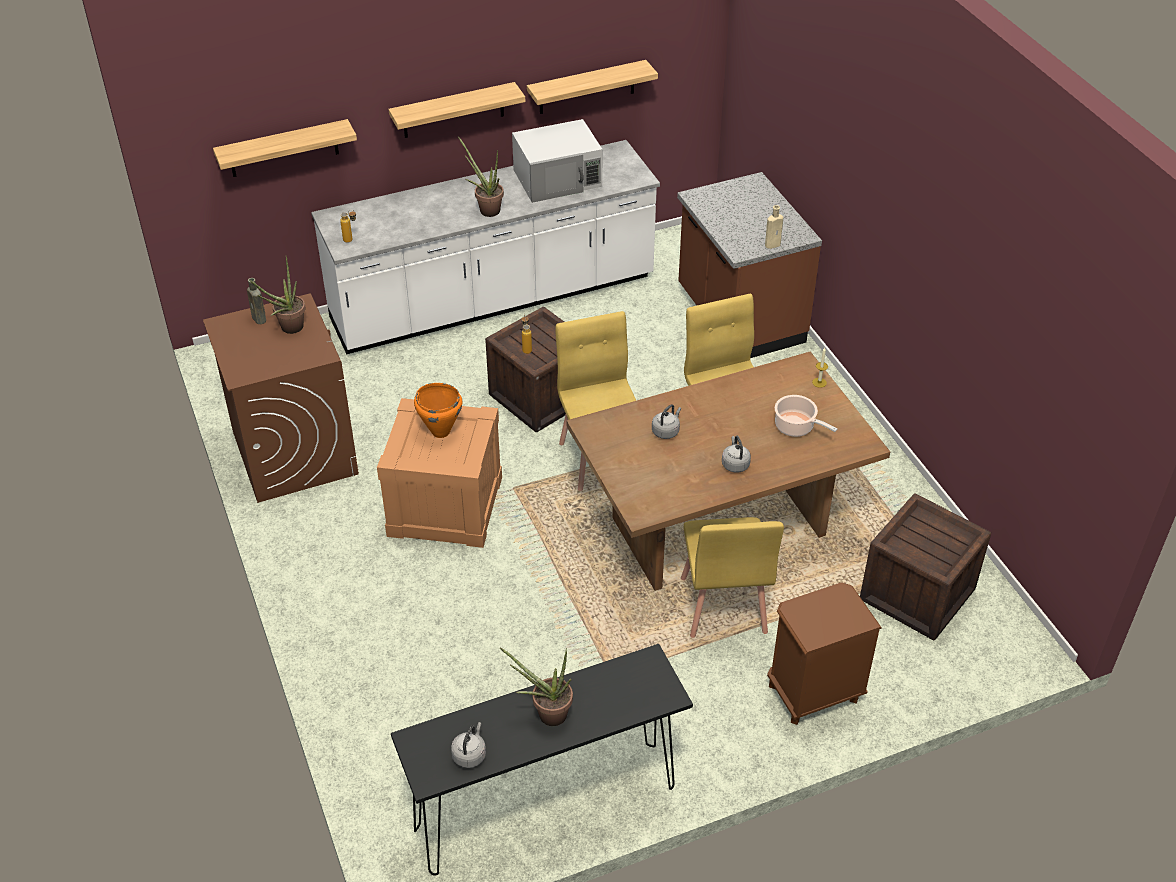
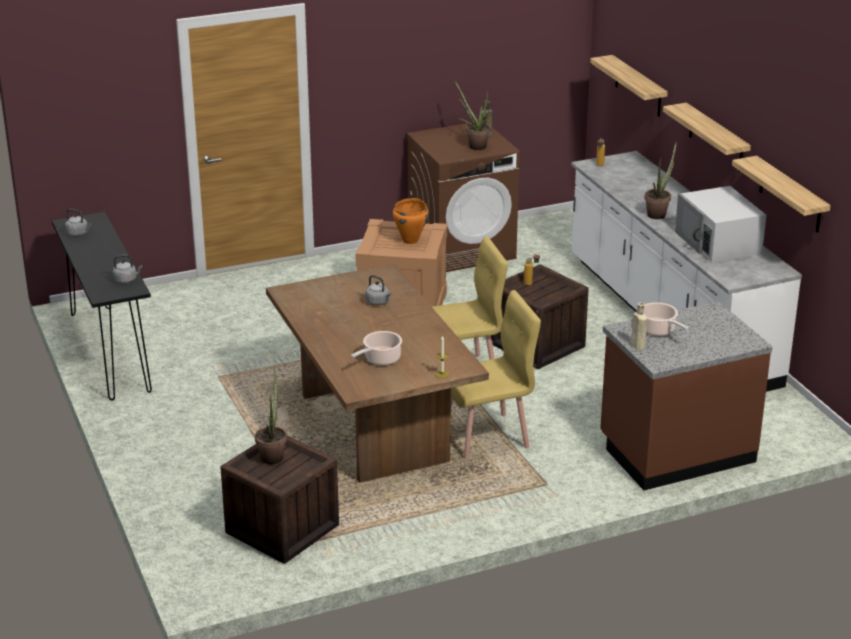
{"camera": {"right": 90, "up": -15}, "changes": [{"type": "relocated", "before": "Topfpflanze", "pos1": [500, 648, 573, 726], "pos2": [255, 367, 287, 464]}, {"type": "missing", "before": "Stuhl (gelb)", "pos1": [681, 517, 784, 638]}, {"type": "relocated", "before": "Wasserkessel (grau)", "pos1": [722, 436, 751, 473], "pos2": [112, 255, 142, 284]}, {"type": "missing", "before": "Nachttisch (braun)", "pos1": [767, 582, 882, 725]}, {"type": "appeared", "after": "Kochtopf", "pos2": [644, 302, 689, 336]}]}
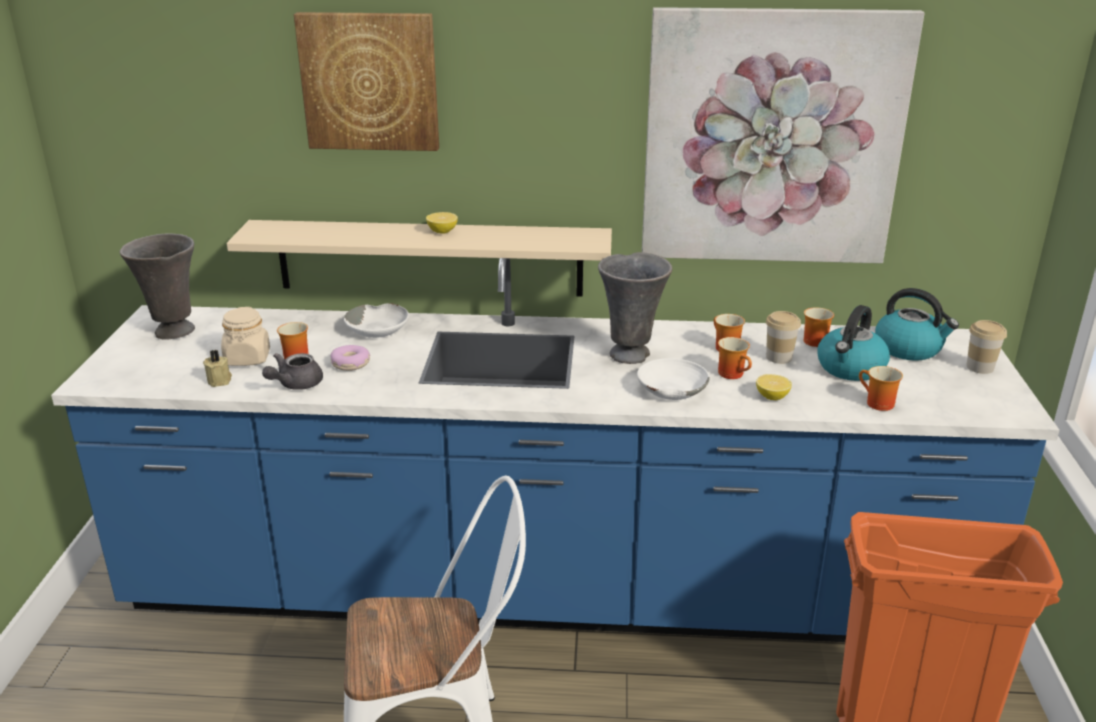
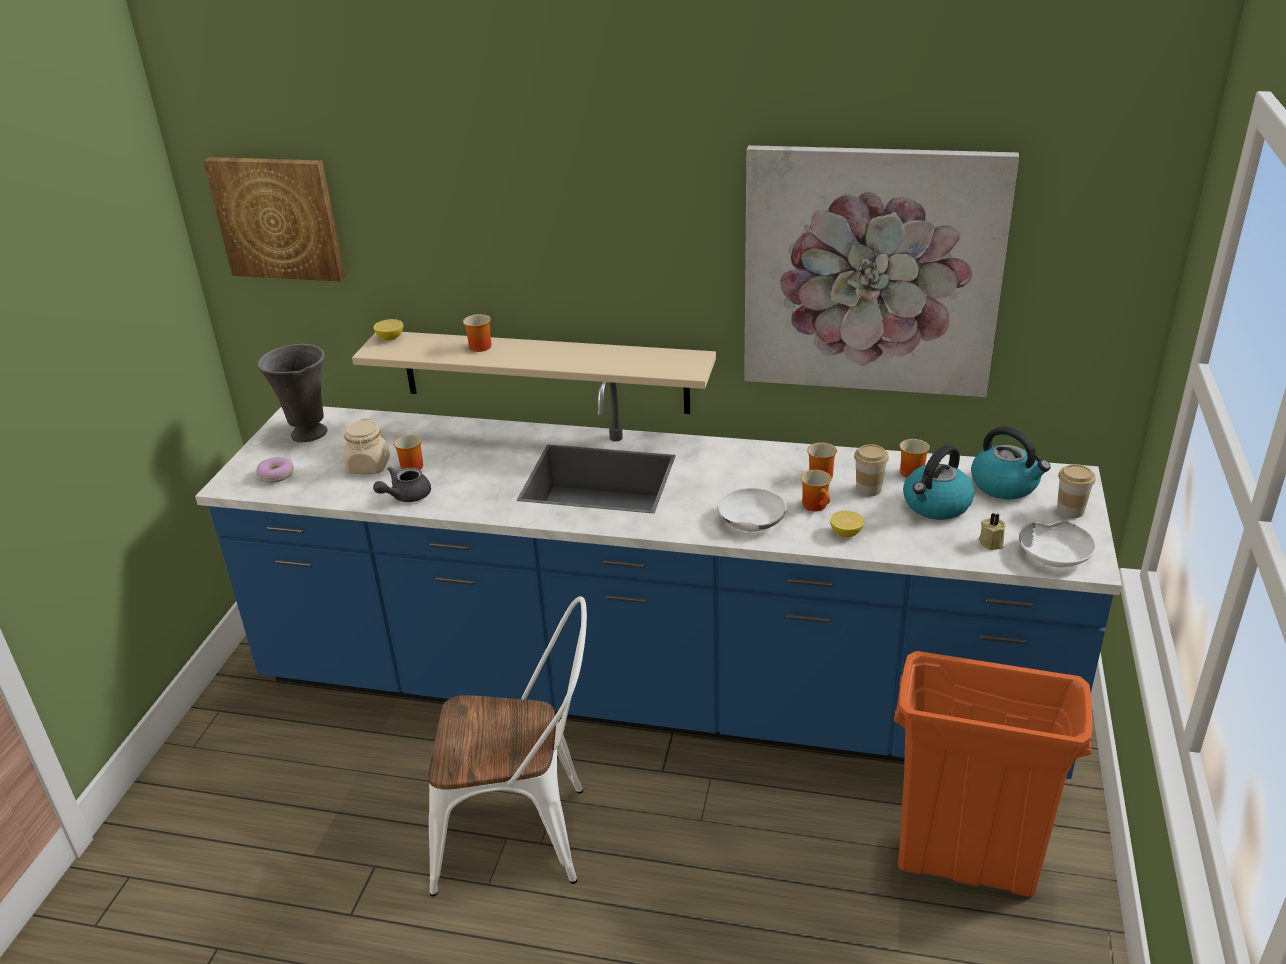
{"camera": {"right": 10, "up": 5}, "changes": [{"type": "relocated", "before": "Kerze (beige)", "pos1": [203, 350, 232, 387], "pos2": [979, 513, 1005, 550]}, {"type": "relocated", "before": "Bild", "pos1": [294, 12, 439, 151], "pos2": [203, 157, 345, 282]}, {"type": "relocated", "before": "Donut", "pos1": [331, 345, 371, 371], "pos2": [256, 457, 294, 483]}, {"type": "relocated", "before": "Schüssel (weiß)", "pos1": [344, 303, 409, 338], "pos2": [1019, 521, 1096, 567]}, {"type": "relocated", "before": "Zitrone", "pos1": [426, 212, 458, 234], "pos2": [373, 319, 403, 340]}, {"type": "missing", "before": "Vase (grau)", "pos1": [598, 252, 672, 364]}, {"type": "relocated", "before": "Henkelbecher", "pos1": [859, 366, 903, 411], "pos2": [463, 314, 492, 352]}]}
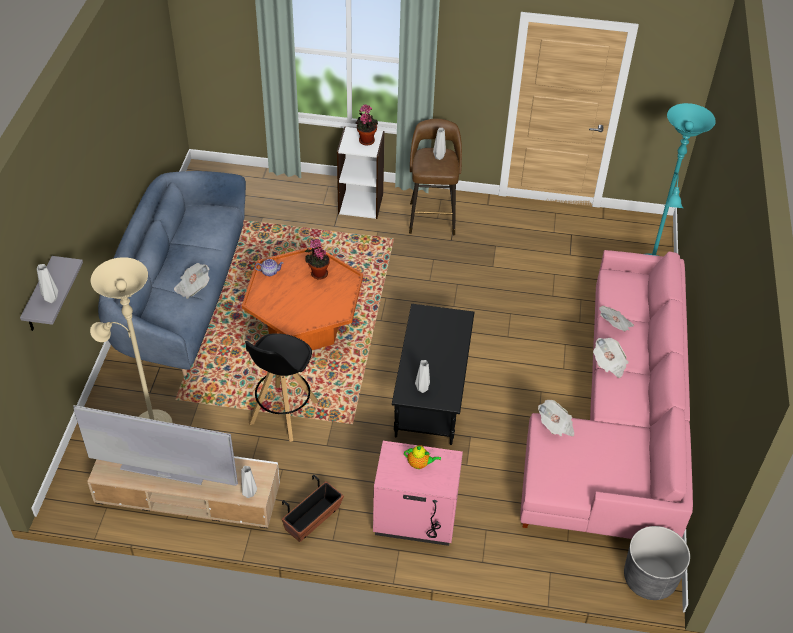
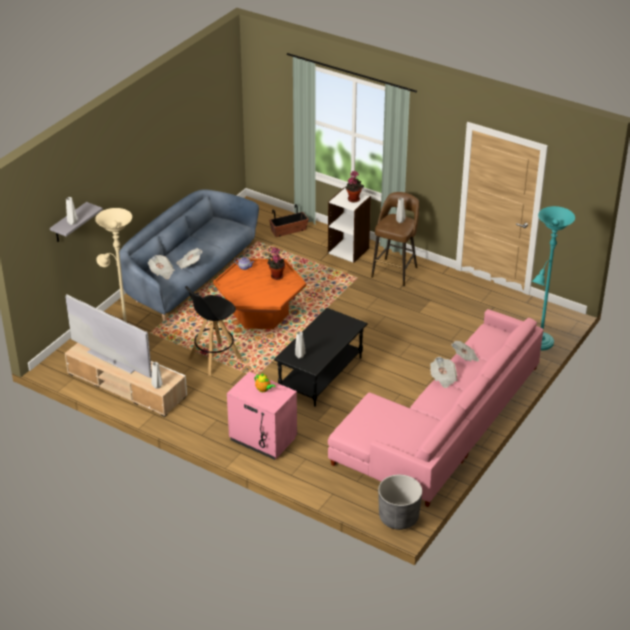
{"camera": {"right": 25, "up": -10}, "changes": [{"type": "relocated", "before": "Pflanzkübel", "pos1": [282, 475, 344, 542], "pos2": [269, 204, 309, 237]}, {"type": "relocated", "before": "Zeitung", "pos1": [538, 400, 574, 436], "pos2": [148, 255, 174, 279]}]}
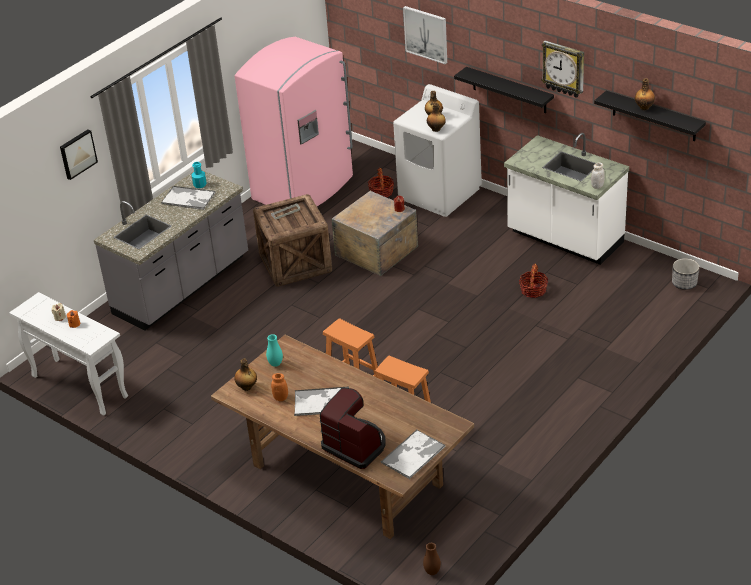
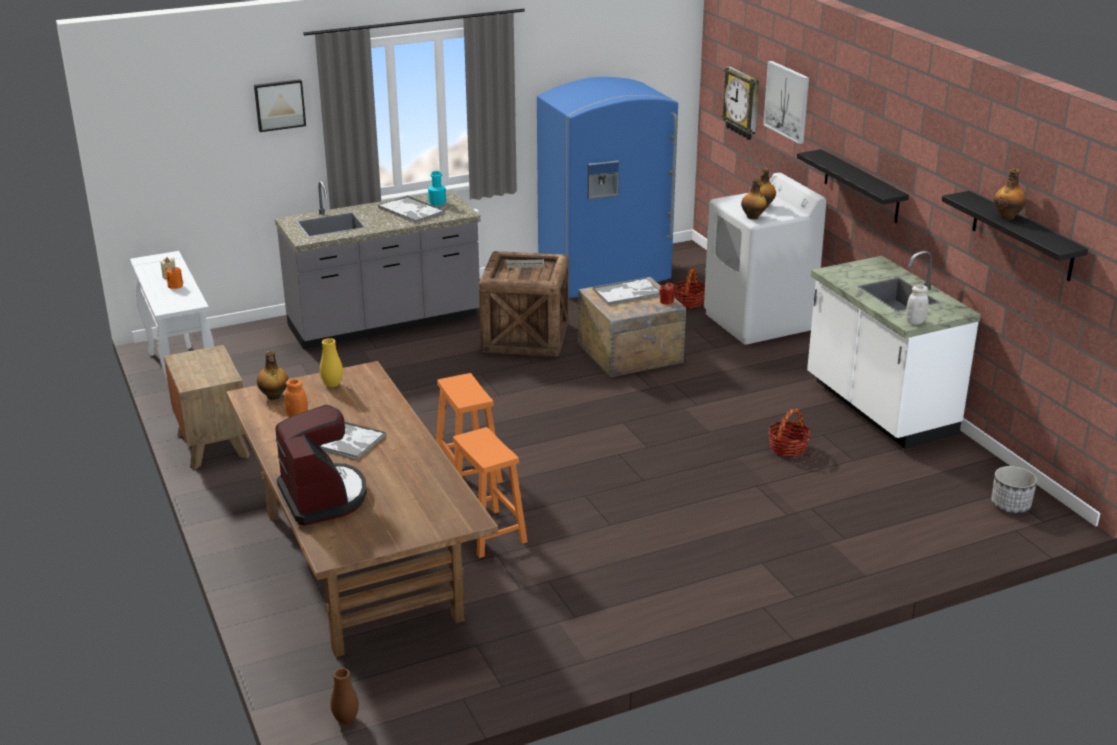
{"camera": {"right": 25, "up": -10}, "changes": [{"type": "colour", "before": "Kühlschrank (rosa)", "after": "Kühlschrank (blau)", "pos1": [235, 37, 353, 206], "pos2": [537, 77, 678, 298]}, {"type": "colour", "before": "Vase (türkis)", "after": "Vase (gelb)", "pos1": [266, 334, 283, 367], "pos2": [320, 338, 343, 387]}, {"type": "relocated", "before": "Tablett", "pos1": [381, 430, 445, 479], "pos2": [593, 278, 660, 305]}, {"type": "relocated", "before": "Wanduhr", "pos1": [541, 40, 584, 98], "pos2": [722, 66, 759, 140]}, {"type": "appeared", "after": "Nachttisch (braun)", "pos2": [164, 345, 250, 470]}]}
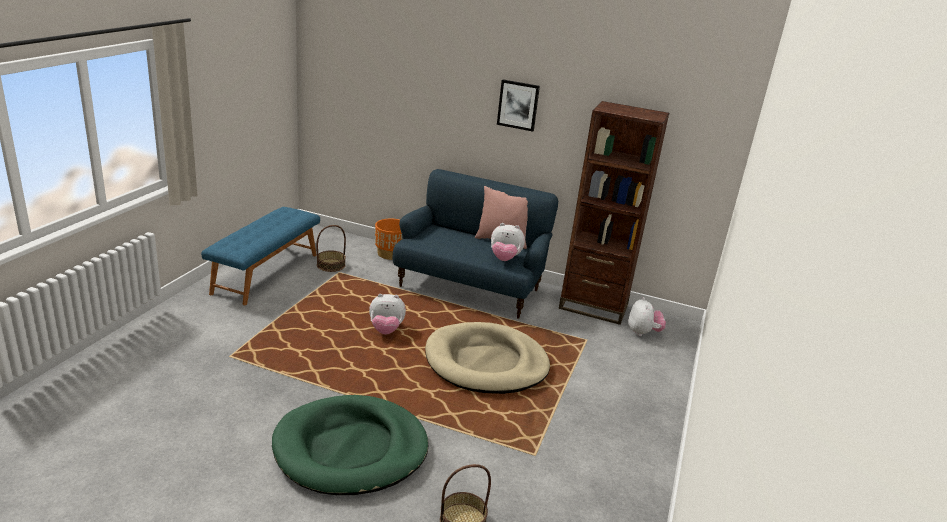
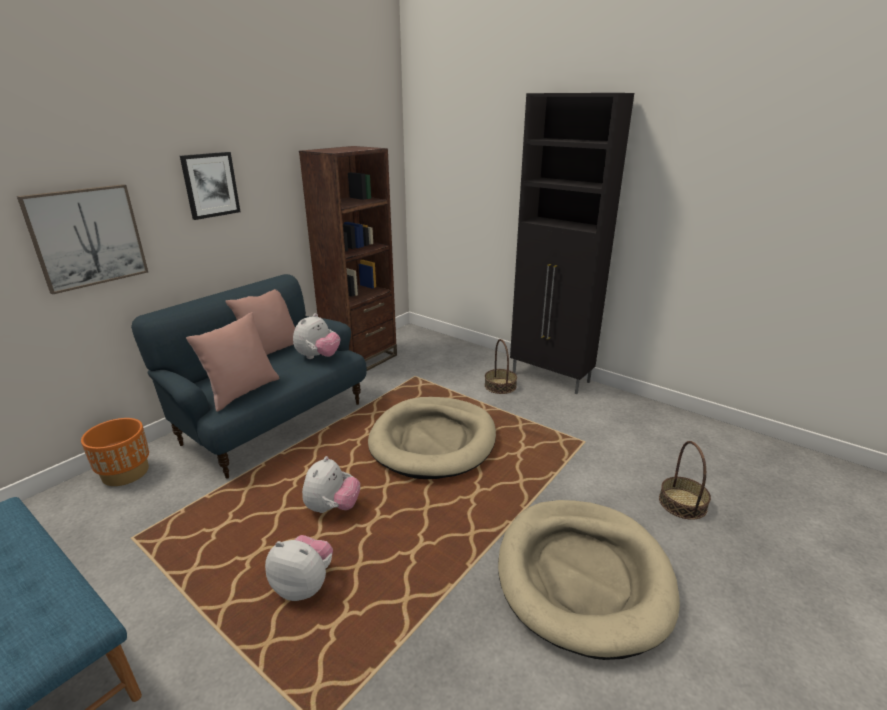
{"camera": {"right": -70, "up": 0}, "changes": [{"type": "colour", "before": "Hundebett (grün)", "after": "Hundebett (beige)", "pos1": [272, 395, 428, 495], "pos2": [498, 500, 680, 660]}, {"type": "relocated", "before": "Korb", "pos1": [316, 225, 346, 272], "pos2": [484, 339, 517, 394]}, {"type": "relocated", "before": "Plüschtier", "pos1": [628, 297, 666, 336], "pos2": [265, 535, 333, 601]}, {"type": "appeared", "after": "Bild", "pos2": [17, 184, 148, 294]}, {"type": "appeared", "after": "Kissen (rosa)", "pos2": [186, 312, 280, 412]}, {"type": "appeared", "after": "Schrank (schwarz)", "pos2": [510, 93, 634, 394]}]}
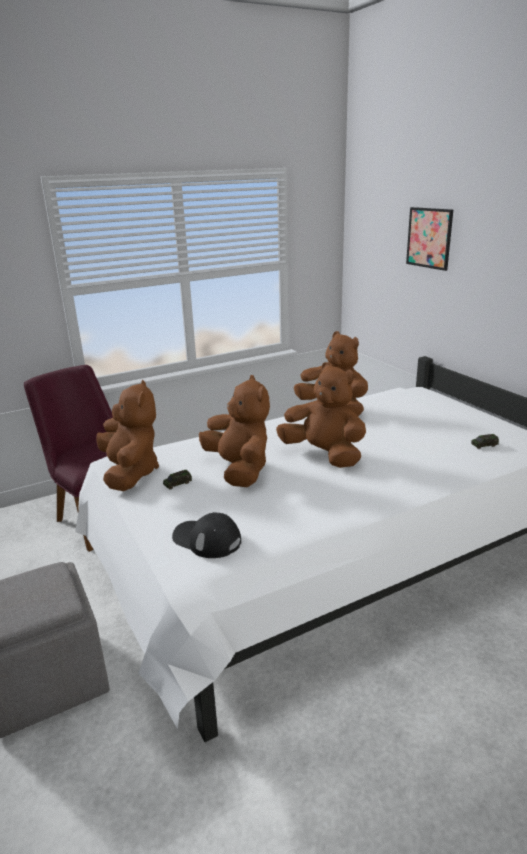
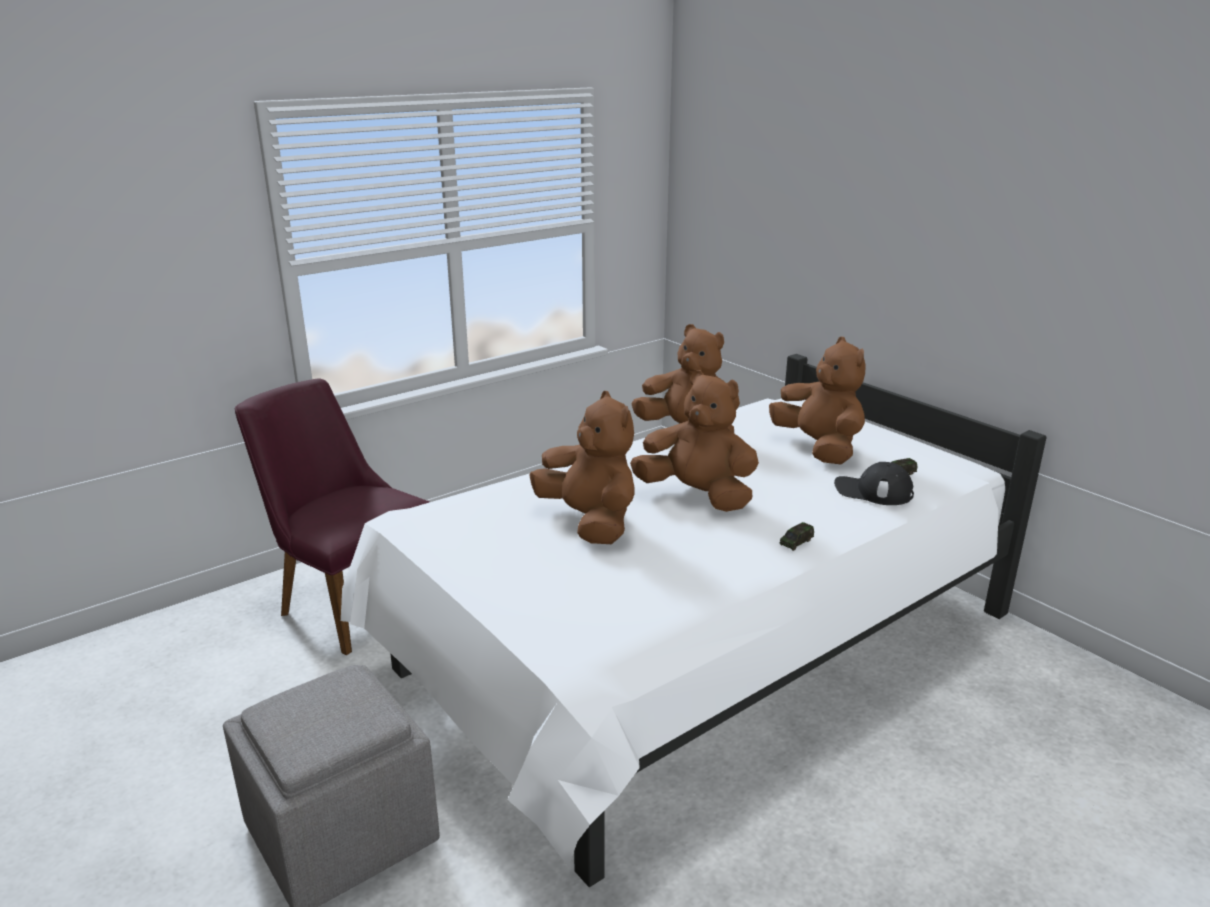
{"camera": {"right": -10, "up": 0}, "changes": [{"type": "relocated", "before": "Plüschtier (braun)", "pos1": [96, 379, 159, 491], "pos2": [769, 337, 866, 464]}, {"type": "relocated", "before": "Spielzeugauto", "pos1": [163, 470, 192, 490], "pos2": [779, 522, 814, 551]}, {"type": "relocated", "before": "Kappe (schwarz)", "pos1": [172, 512, 241, 558], "pos2": [834, 462, 914, 505]}, {"type": "missing", "before": "Bild", "pos1": [406, 207, 453, 271]}]}
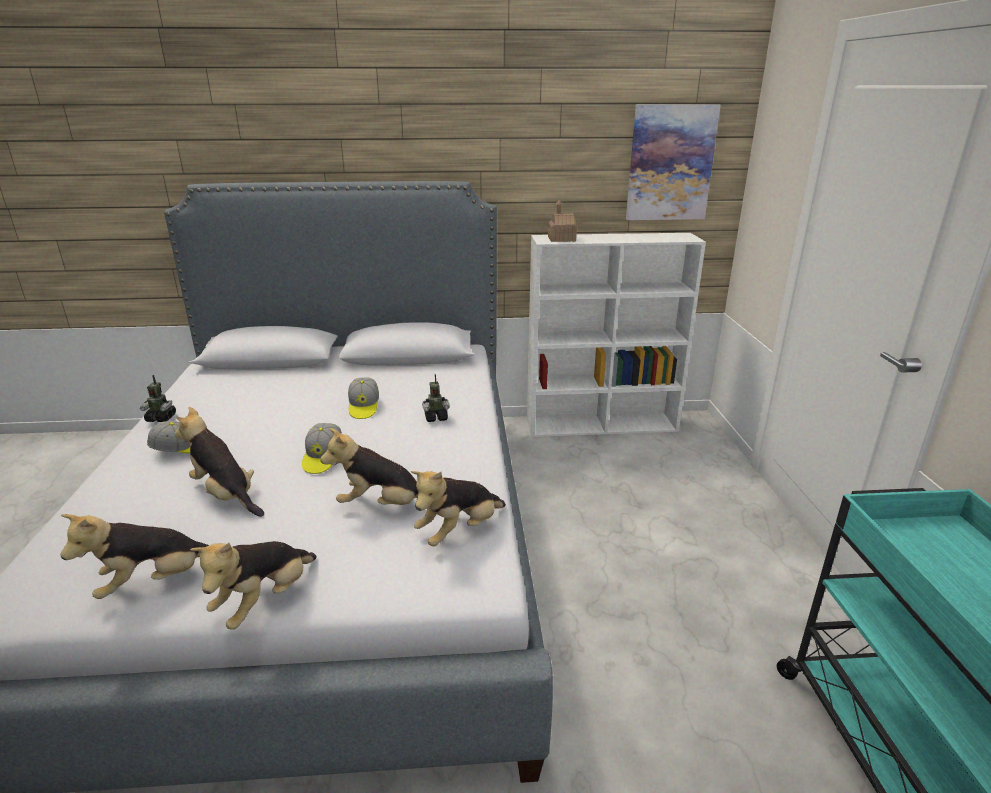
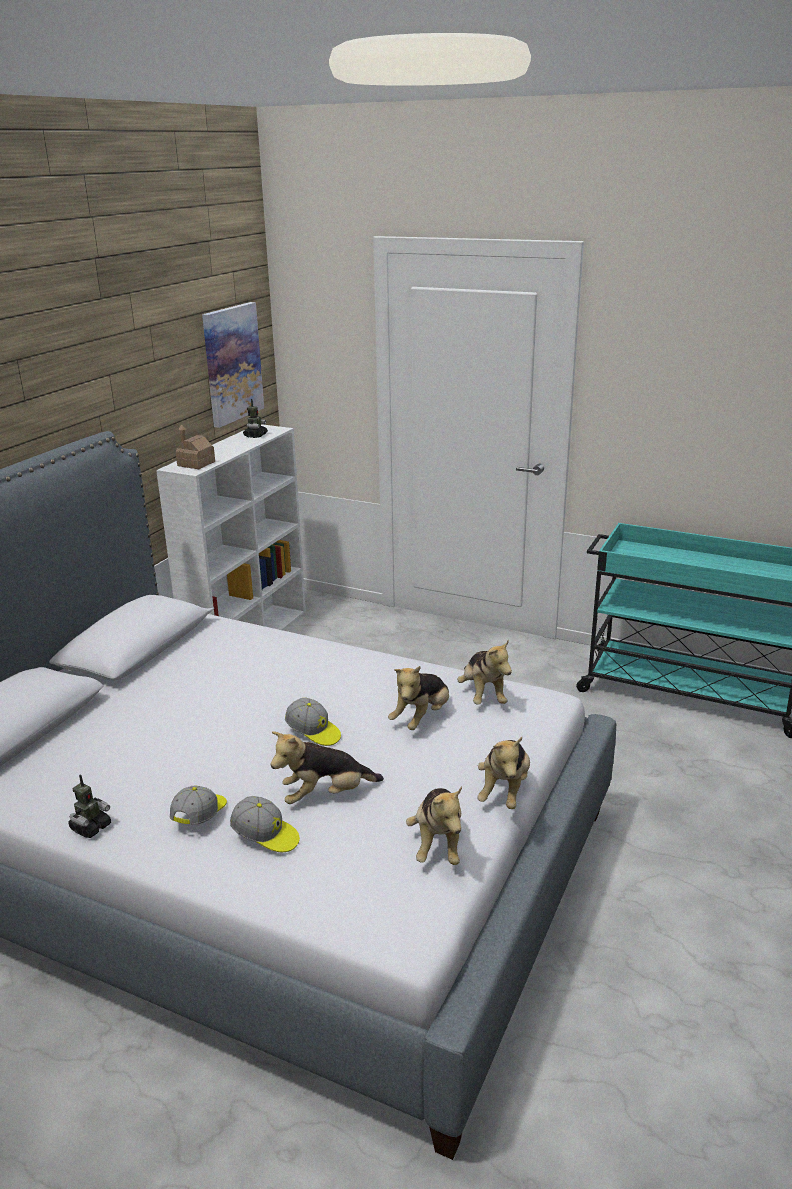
{"camera": {"right": -60, "up": 0}, "changes": [{"type": "spun", "before": "Plüschtier", "pos1": [190, 541, 317, 629], "pos2": [477, 737, 530, 809], "turn": 45}, {"type": "relocated", "before": "Kappe", "pos1": [348, 377, 379, 419], "pos2": [230, 796, 300, 852]}, {"type": "relocated", "before": "Spielzeugroboter", "pos1": [422, 374, 449, 422], "pos2": [243, 399, 268, 438]}]}
